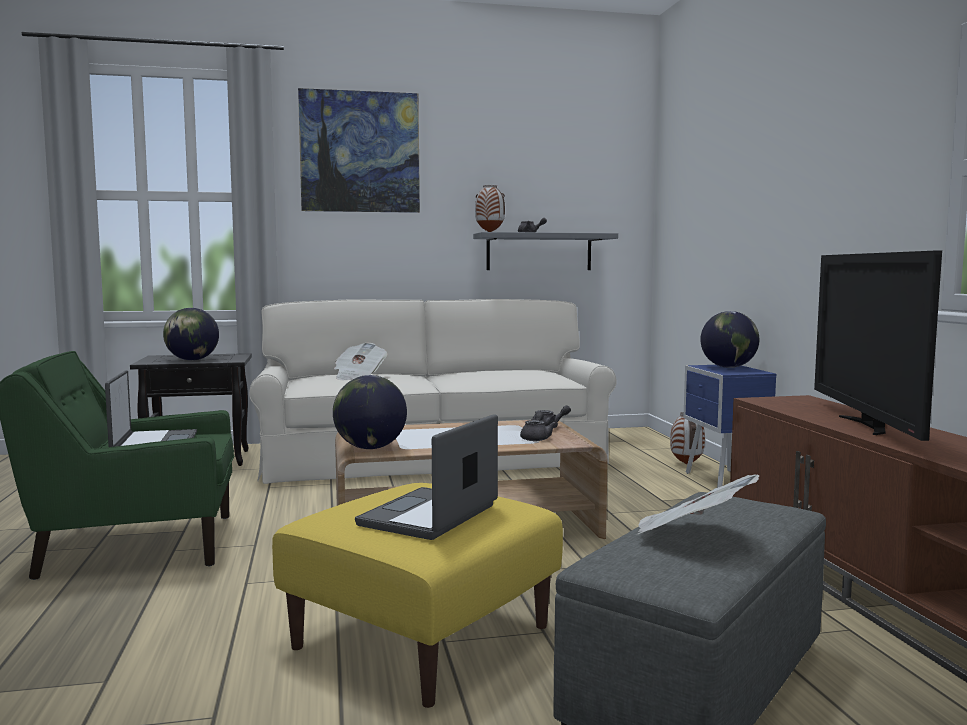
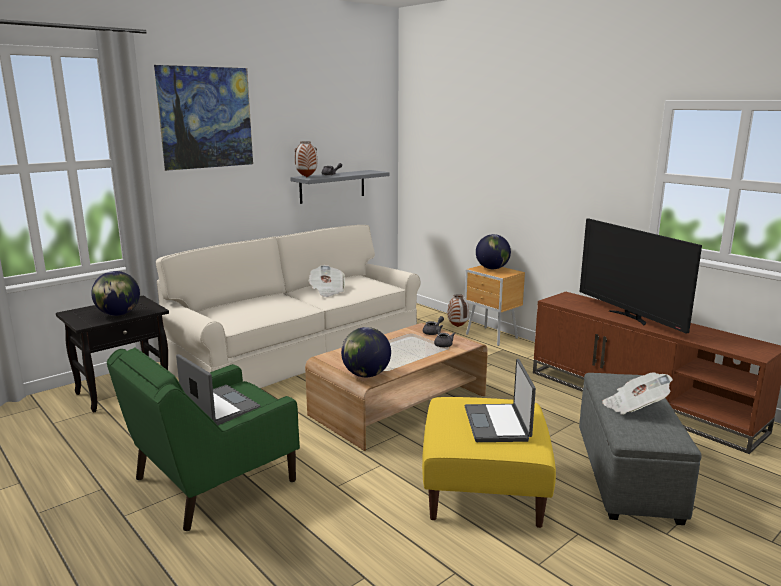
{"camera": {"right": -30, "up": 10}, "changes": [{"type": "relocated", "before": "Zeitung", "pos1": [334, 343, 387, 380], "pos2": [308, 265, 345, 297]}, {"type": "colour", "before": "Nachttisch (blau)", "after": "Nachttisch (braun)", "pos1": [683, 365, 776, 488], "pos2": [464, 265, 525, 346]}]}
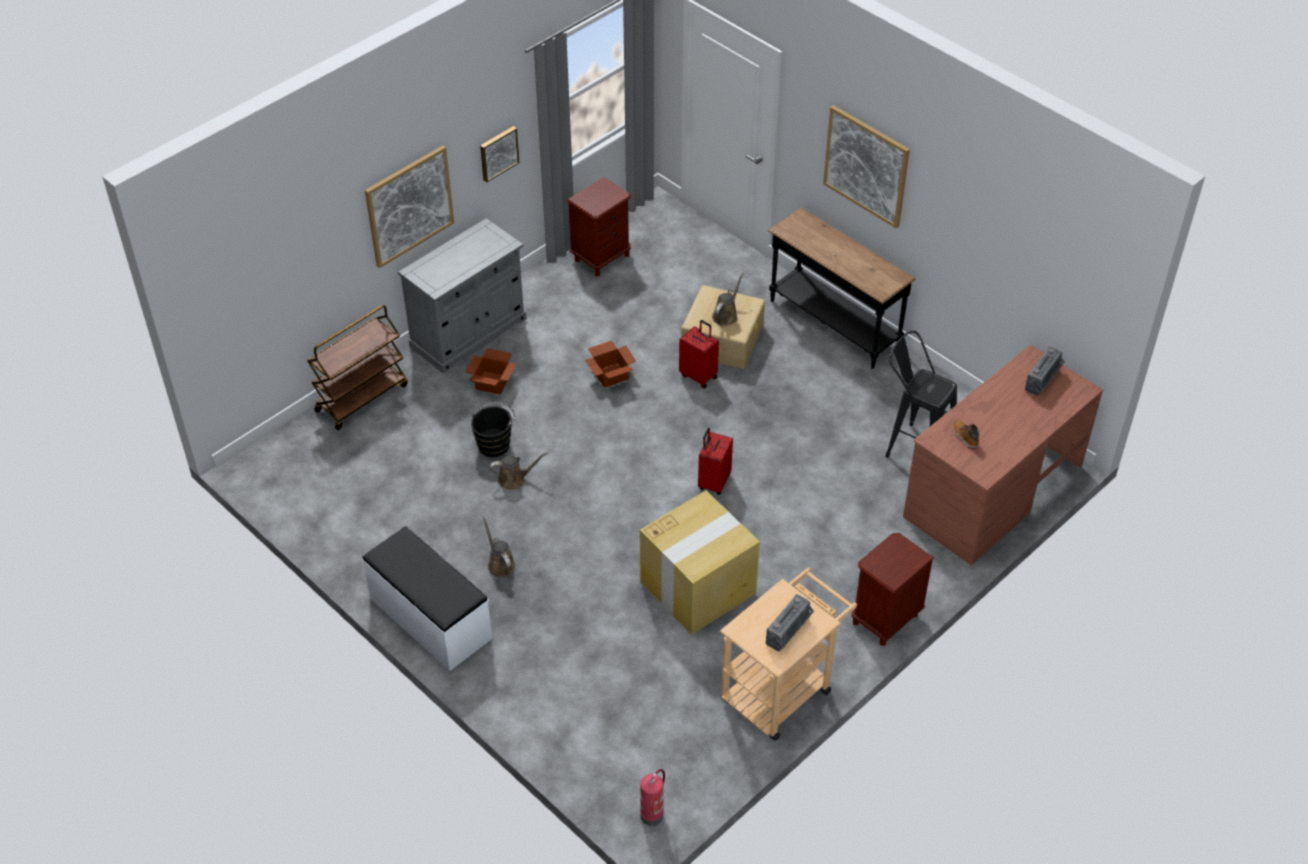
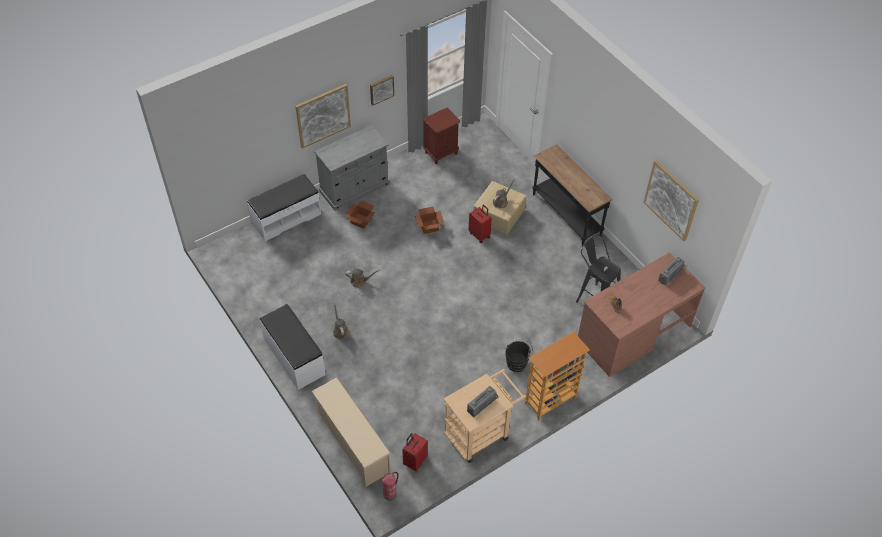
{"camera": {"right": 10, "up": 5}, "changes": [{"type": "exchanged", "before": "Rollwagen (braun)", "after": "Bank (weiß)", "pos1": [307, 305, 408, 430], "pos2": [247, 174, 321, 241]}, {"type": "relocated", "before": "Eimer (schwarz)", "pos1": [471, 403, 515, 457], "pos2": [505, 339, 533, 372]}, {"type": "missing", "before": "Karton", "pos1": [640, 491, 760, 635]}, {"type": "relocated", "before": "Koffer (rot)", "pos1": [698, 428, 733, 495], "pos2": [402, 433, 428, 471]}, {"type": "relocated", "before": "Bild", "pos1": [823, 105, 910, 228], "pos2": [643, 160, 699, 241]}, {"type": "exchanged", "before": "Nachttisch (braun)", "after": "Bücherregal", "pos1": [852, 533, 934, 646], "pos2": [525, 332, 590, 421]}, {"type": "appeared", "after": "Schuhregal (beige)", "pos2": [312, 377, 391, 487]}]}
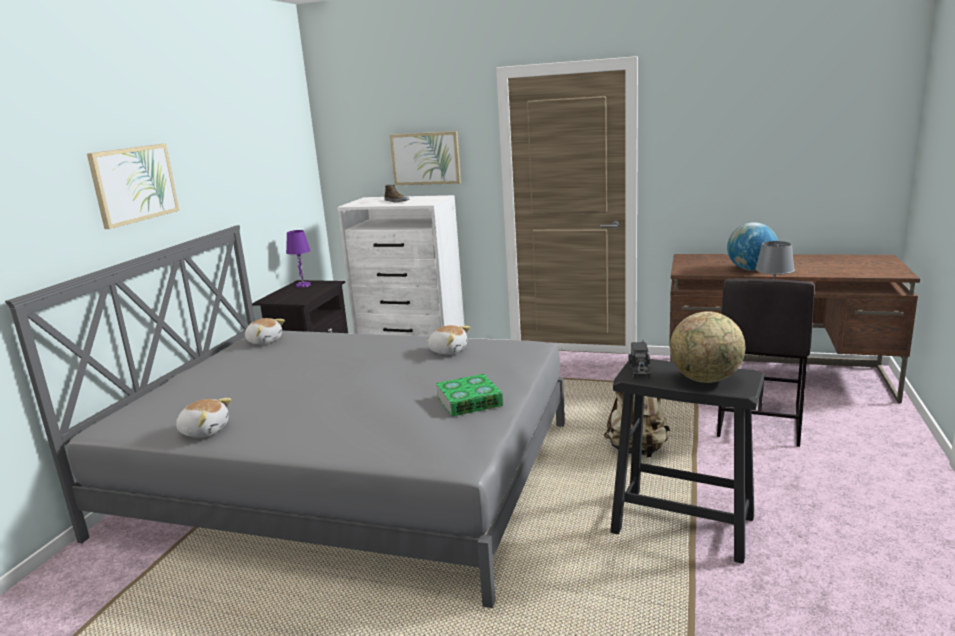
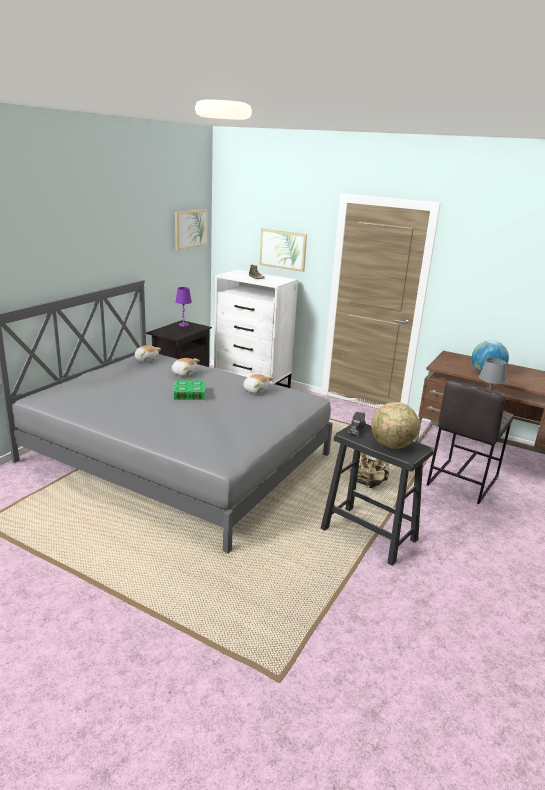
{"camera": {"right": 10, "up": 5}, "changes": [{"type": "relocated", "before": "Bild", "pos1": [87, 144, 179, 229], "pos2": [175, 209, 208, 251]}, {"type": "relocated", "before": "Plüschtier", "pos1": [176, 398, 231, 438], "pos2": [172, 358, 200, 376]}, {"type": "relocated", "before": "Buch", "pos1": [436, 374, 503, 417], "pos2": [174, 380, 205, 400]}]}
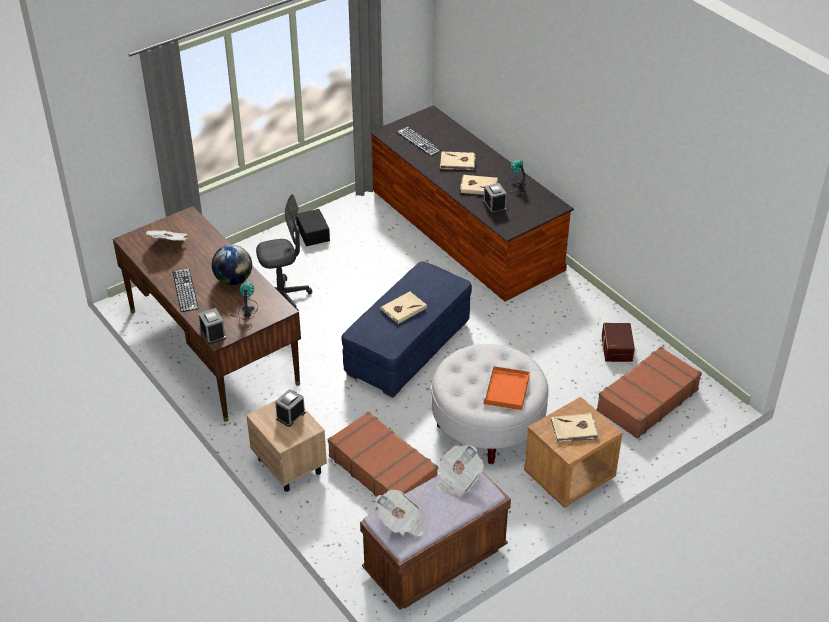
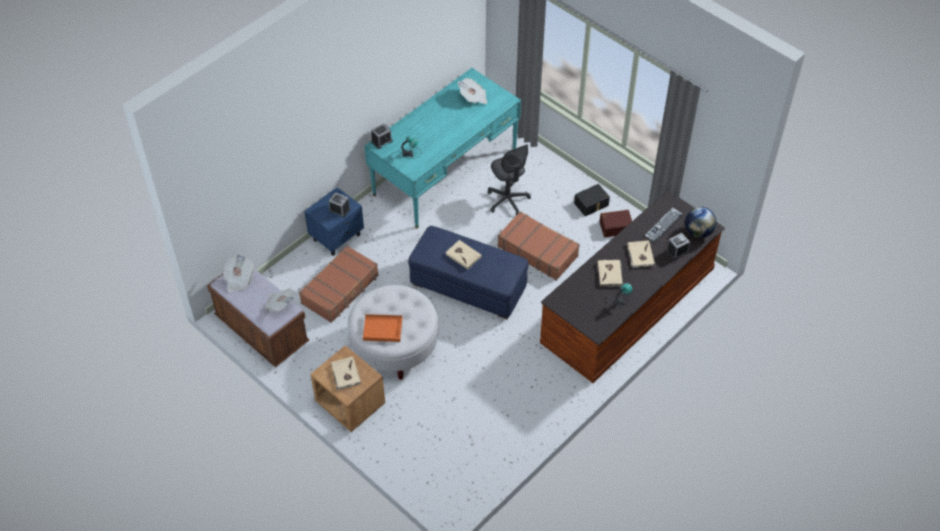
{"camera": {"right": 80, "up": 10}, "changes": [{"type": "colour", "before": "Schreibtisch (braun)", "after": "Schreibtisch (türkis)", "pos1": [113, 206, 301, 422], "pos2": [364, 68, 521, 228]}, {"type": "missing", "before": "Tastatur", "pos1": [173, 269, 199, 312]}, {"type": "relocated", "before": "Globus", "pos1": [212, 245, 252, 285], "pos2": [685, 207, 717, 238]}, {"type": "colour", "before": "Nachttisch (beige)", "after": "Nachttisch (blau)", "pos1": [246, 401, 327, 492], "pos2": [304, 187, 364, 256]}, {"type": "relocated", "before": "Wecker", "pos1": [483, 183, 506, 214], "pos2": [666, 233, 690, 259]}, {"type": "relocated", "before": "Koffer (braun)", "pos1": [597, 347, 702, 439], "pos2": [497, 211, 580, 281]}, {"type": "relocated", "before": "Aufbewahrungsbox (braun)", "pos1": [601, 323, 635, 362], "pos2": [600, 210, 632, 237]}]}
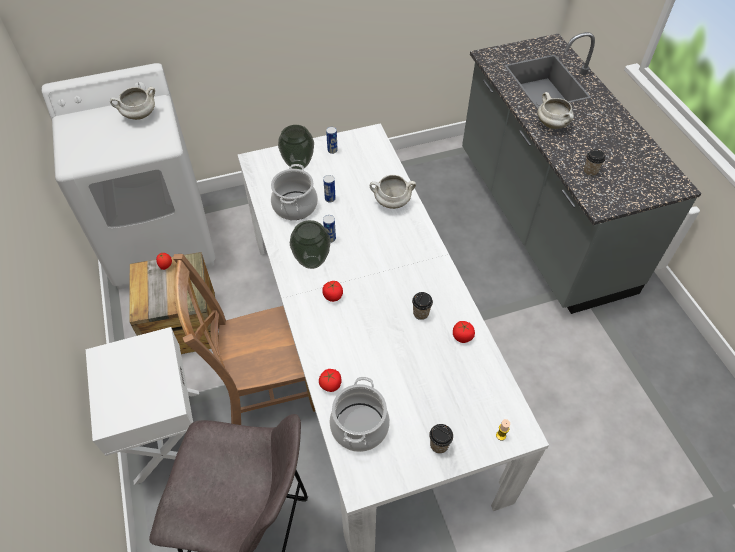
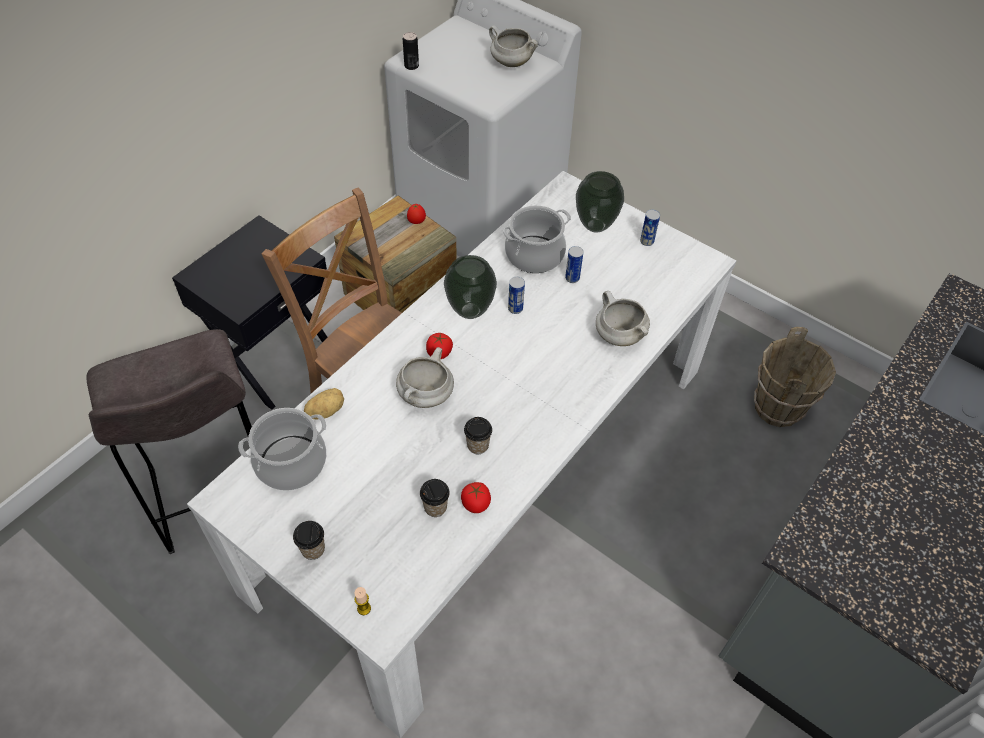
{"camera": {"right": 55, "up": 0}, "changes": [{"type": "colour", "before": "Nachttisch (weiß)", "after": "Nachttisch (schwarz)", "pos1": [86, 327, 199, 485], "pos2": [172, 215, 327, 410]}, {"type": "exchanged", "before": "Tomate", "after": "Kartoffel", "pos1": [319, 369, 342, 392], "pos2": [304, 388, 344, 420]}, {"type": "relocated", "before": "Kochtopf (weiß)", "pos1": [537, 92, 574, 129], "pos2": [396, 347, 454, 408]}, {"type": "relocated", "before": "Tasse", "pos1": [584, 149, 605, 176], "pos2": [420, 479, 450, 517]}, {"type": "appeared", "after": "Dose", "pos2": [403, 32, 419, 70]}, {"type": "appeared", "after": "Eimer (braun)", "pos2": [754, 327, 836, 427]}]}
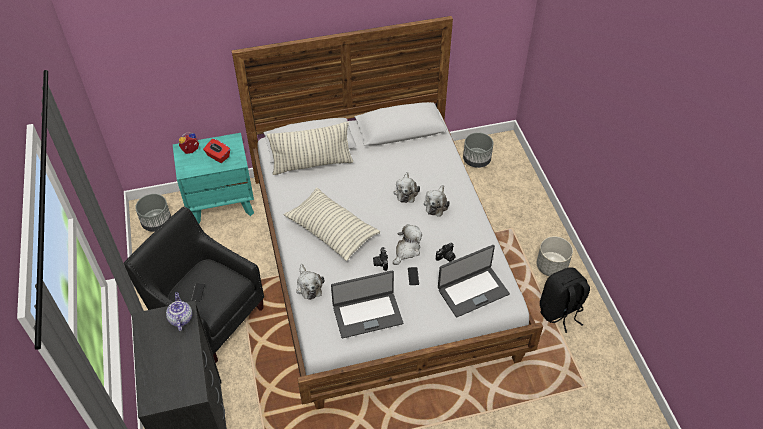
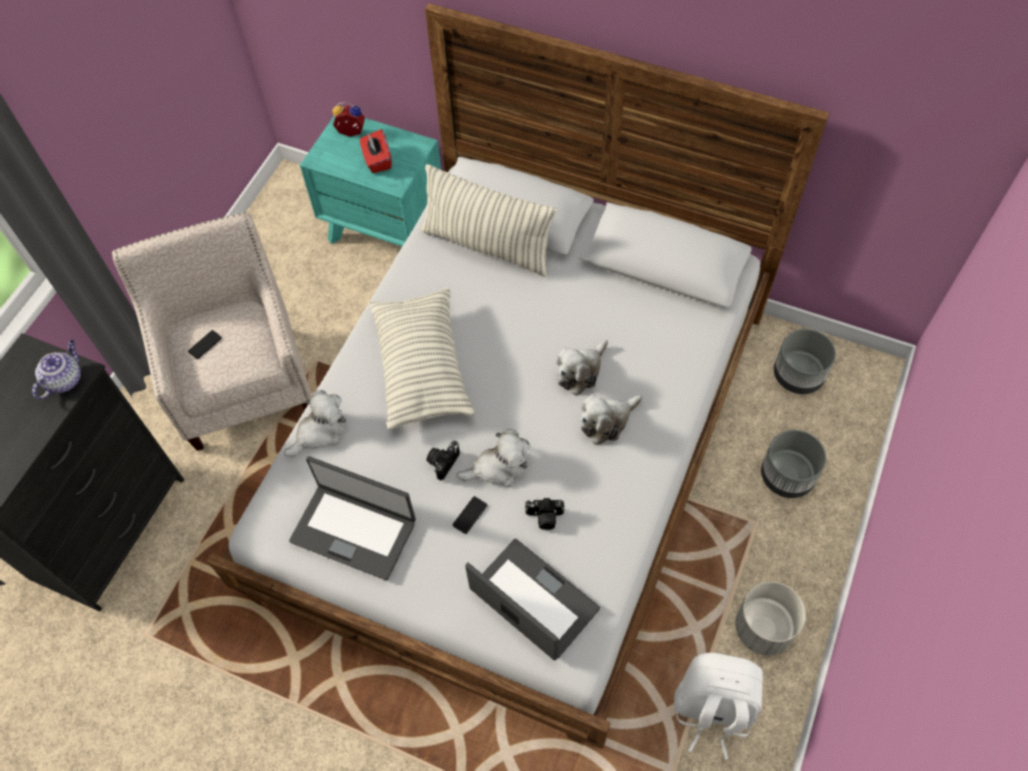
{"camera": {"right": 40, "up": 10}, "changes": [{"type": "colour", "before": "Sessel (schwarz)", "after": "Sessel (beige)", "pos1": [124, 207, 264, 363], "pos2": [112, 212, 311, 451]}, {"type": "relocated", "before": "Pflanzkübel (grau)", "pos1": [135, 194, 171, 232], "pos2": [761, 430, 826, 498]}, {"type": "spun", "before": "Plüschtier", "pos1": [296, 264, 325, 300], "pos2": [284, 390, 346, 457], "turn": -150}, {"type": "spun", "before": "Laptop", "pos1": [438, 245, 510, 318], "pos2": [465, 539, 600, 660], "turn": -150}, {"type": "colour", "before": "Rucksack (schwarz)", "after": "Rucksack (weiß)", "pos1": [540, 267, 590, 333], "pos2": [674, 653, 763, 760]}]}
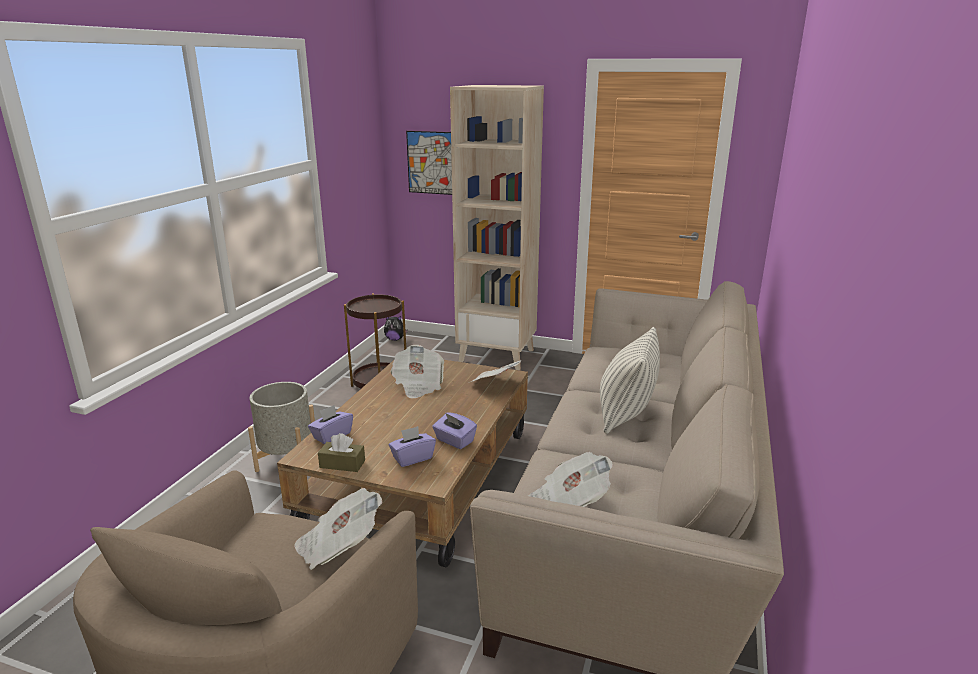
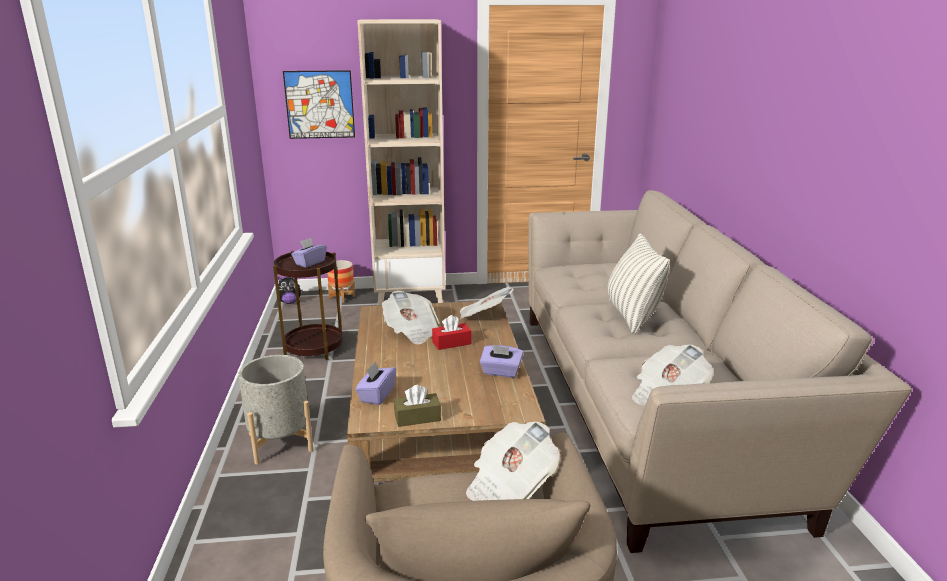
{"camera": {"right": -25, "up": 0}, "changes": [{"type": "relocated", "before": "Taschentuchbox (lila)", "pos1": [389, 426, 436, 467], "pos2": [291, 238, 327, 268]}, {"type": "appeared", "after": "Pflanzkübel", "pos2": [327, 260, 356, 303]}, {"type": "appeared", "after": "Taschentuchbox (rot)", "pos2": [432, 315, 472, 350]}]}
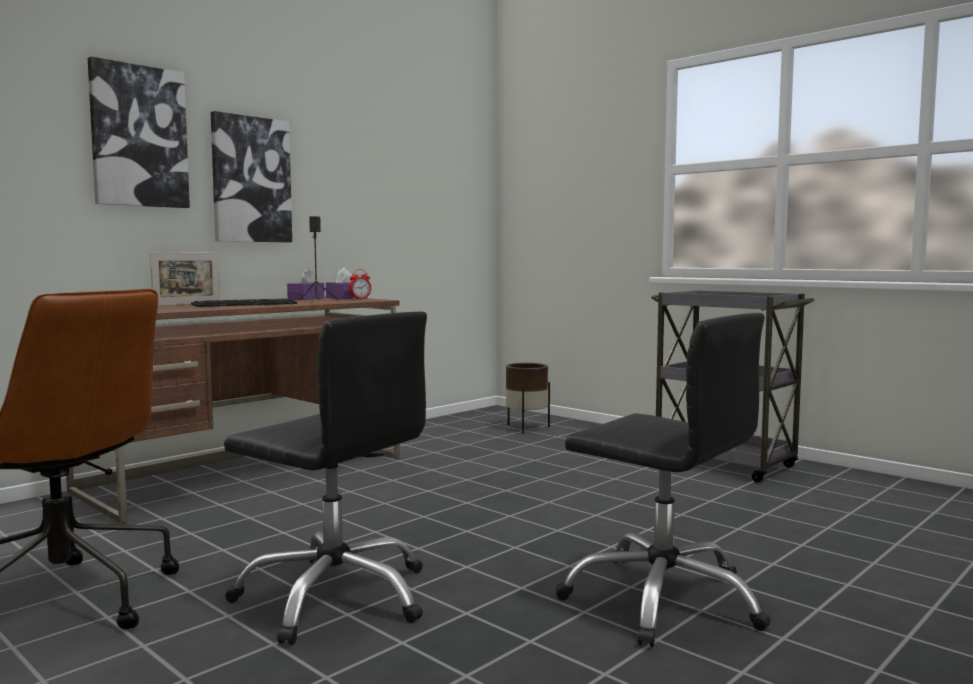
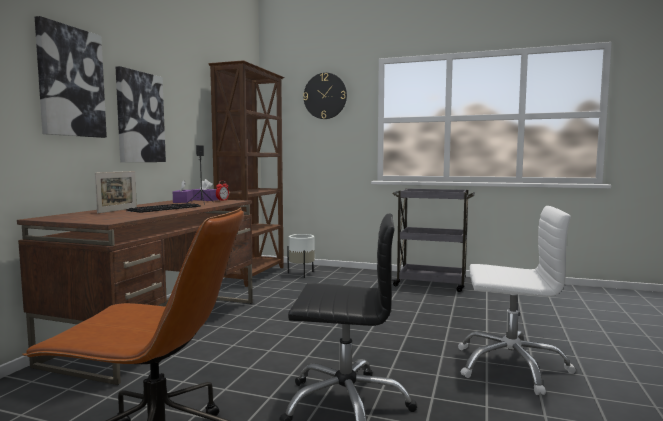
{"camera": {"right": -25, "up": 0}, "changes": [{"type": "colour", "before": "Pflanzkübel (braun)", "after": "Pflanzkübel (weiß)", "pos1": [506, 363, 550, 434], "pos2": [287, 234, 315, 278]}, {"type": "colour", "before": "Bürostuhl (schwarz)", "after": "Bürostuhl (weiß)", "pos1": [556, 313, 771, 647], "pos2": [458, 206, 576, 395]}, {"type": "appeared", "after": "Bücherregal (braun)", "pos2": [208, 60, 285, 287]}, {"type": "appeared", "after": "Wanduhr", "pos2": [303, 73, 347, 119]}]}
